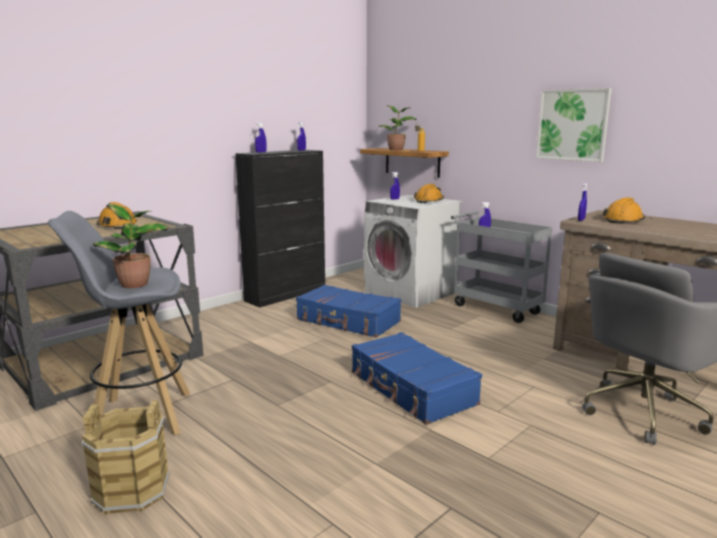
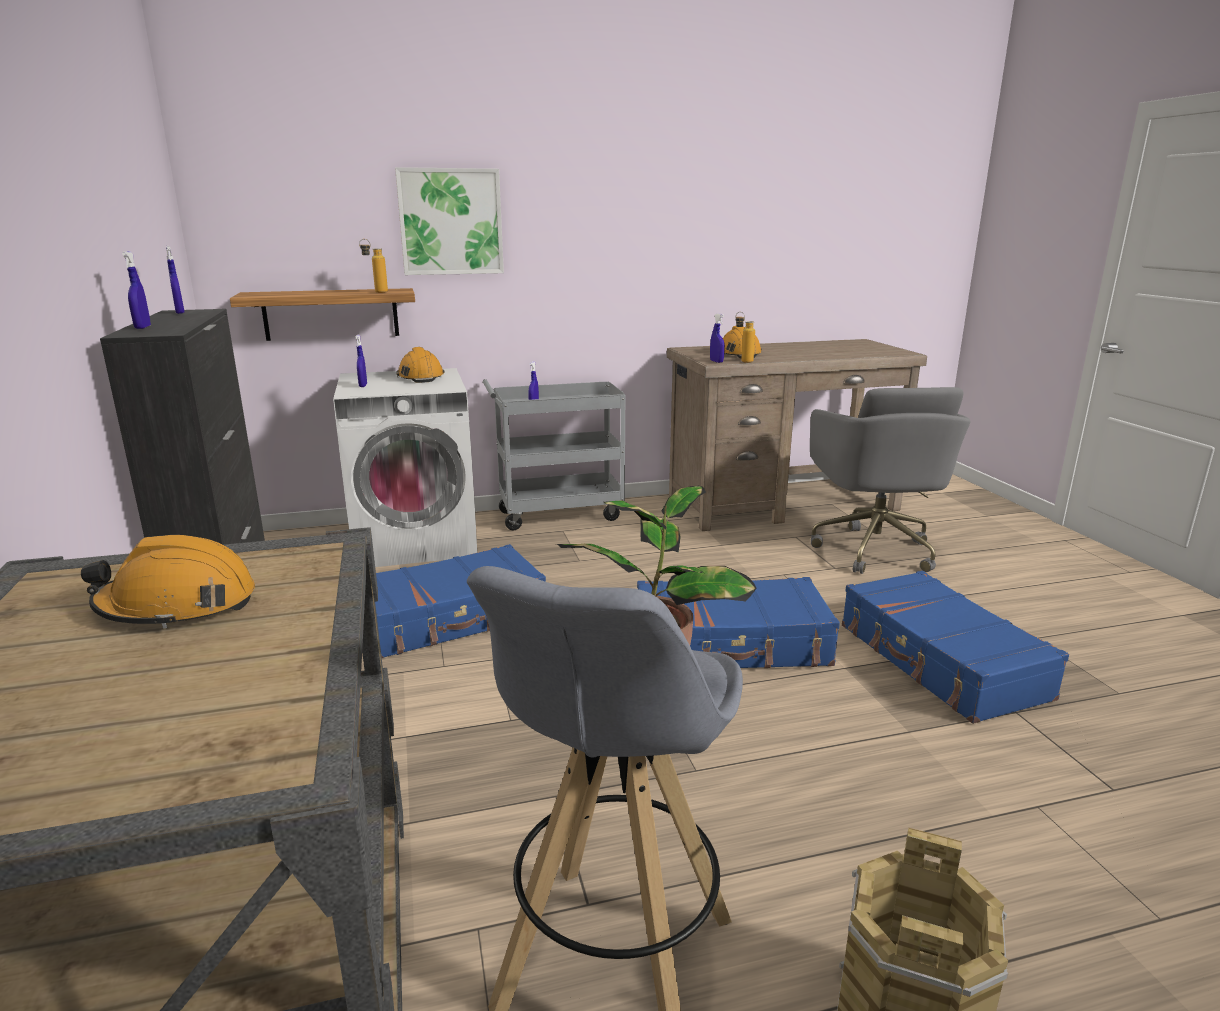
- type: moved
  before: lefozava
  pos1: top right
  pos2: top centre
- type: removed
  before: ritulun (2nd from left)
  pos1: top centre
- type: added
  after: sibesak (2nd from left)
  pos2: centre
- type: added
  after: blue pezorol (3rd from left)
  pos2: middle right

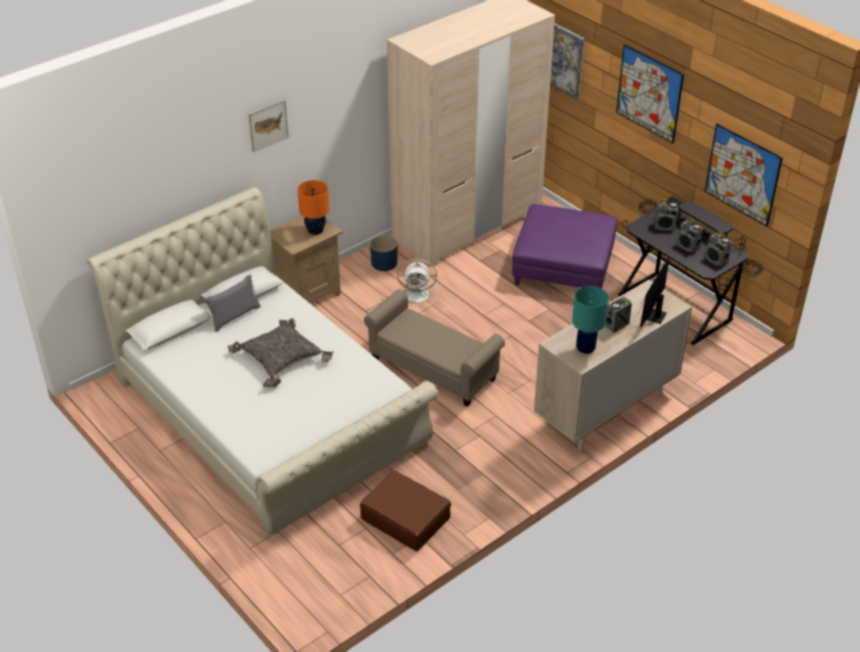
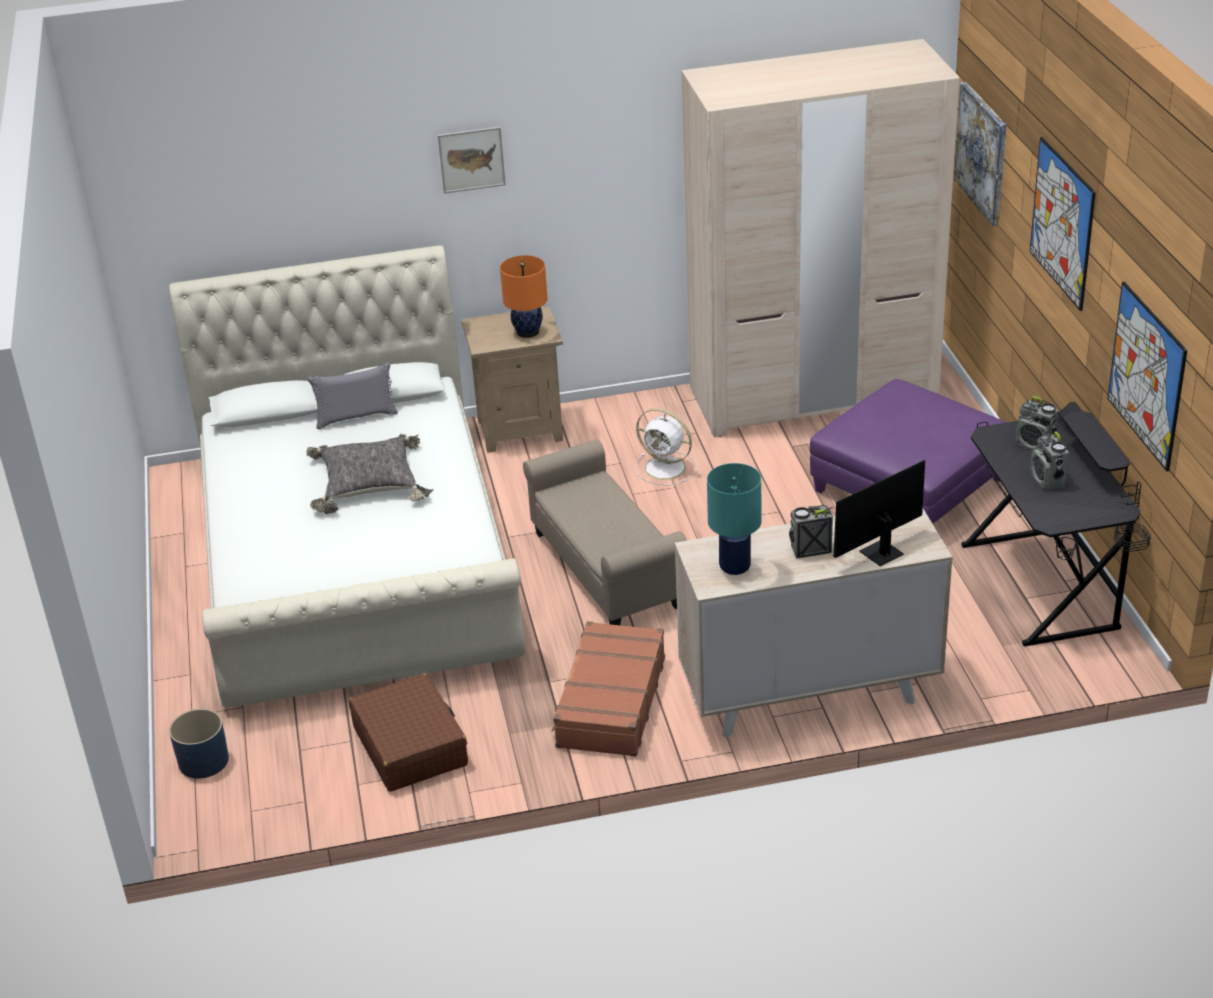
- type: removed
  before: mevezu (4th from left)
  pos1: middle right
- type: moved
  before: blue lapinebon
  pos1: centre
  pos2: bottom left
- type: added
  after: brown pezorol (2nd from left)
  pos2: bottom centre

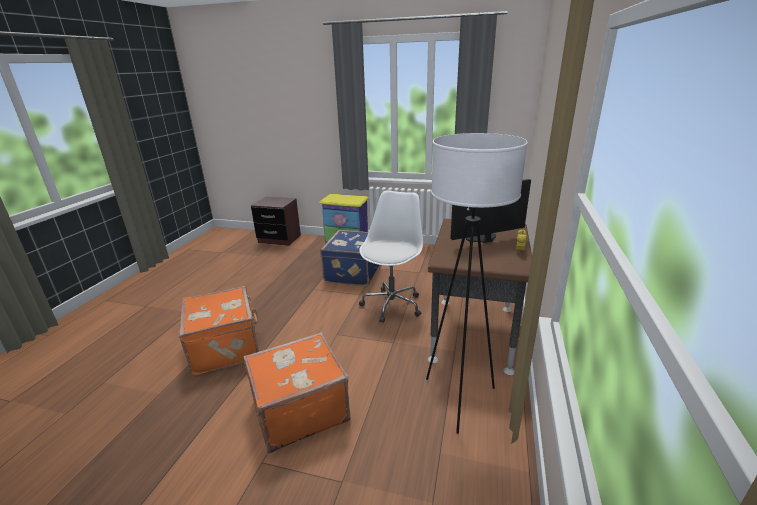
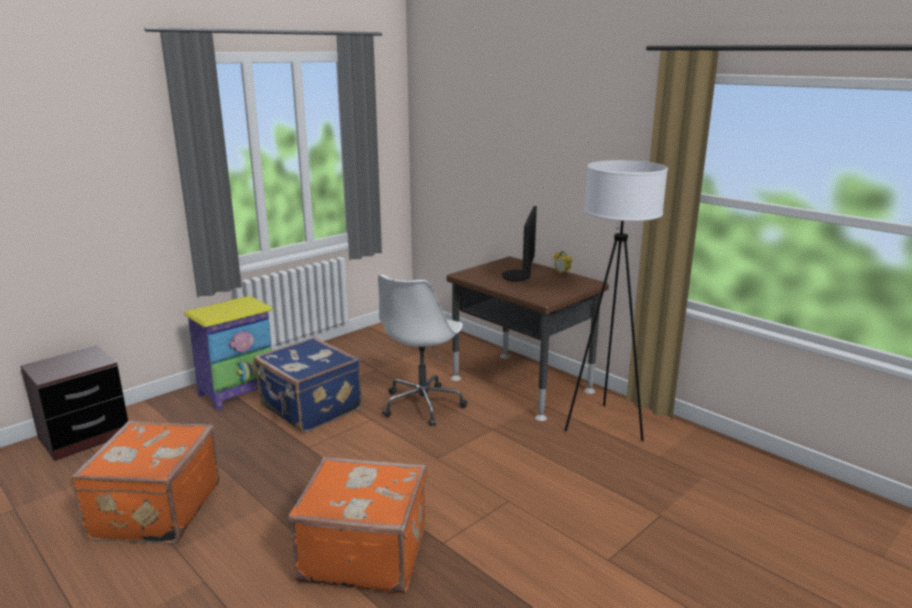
- type: turned
  before: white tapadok
  pos1: centre
  pos2: centre
  turn: -120
- type: moved
  before: orange pezorol (2nd from left in the first image)
  after: orange pezorol (1st from left)
  pos1: bottom centre
  pos2: bottom left

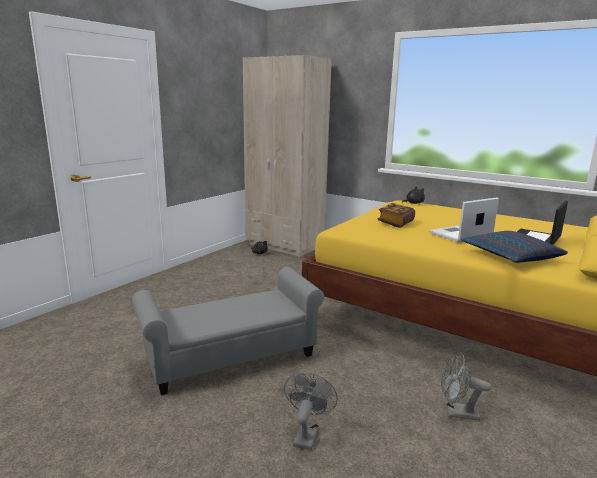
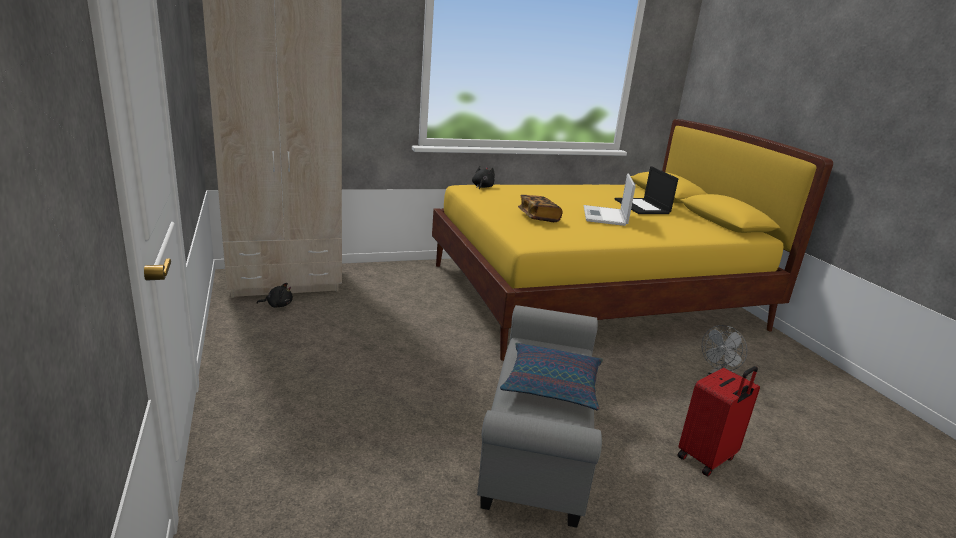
- type: moved
  before: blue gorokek
  pos1: middle right
  pos2: bottom centre
- type: replaced
  before: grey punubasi (1st from left)
  after: red pezorol
  pos1: bottom centre
  pos2: bottom right

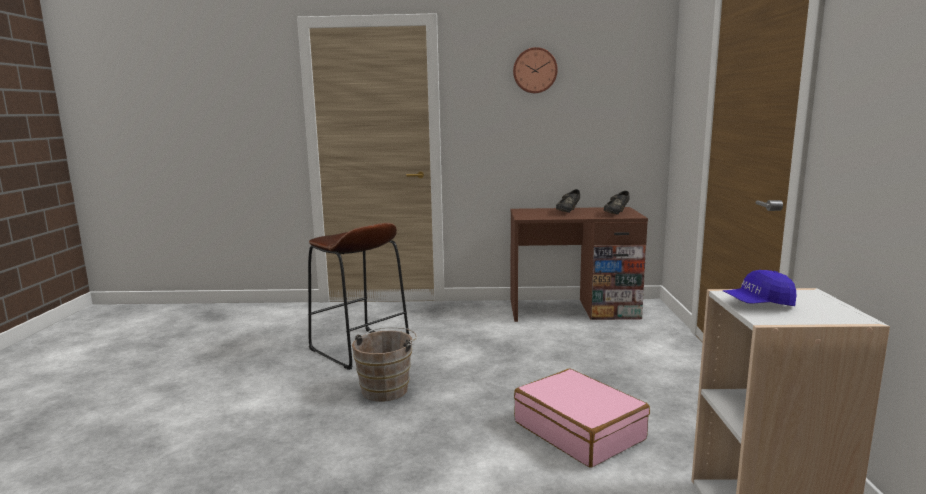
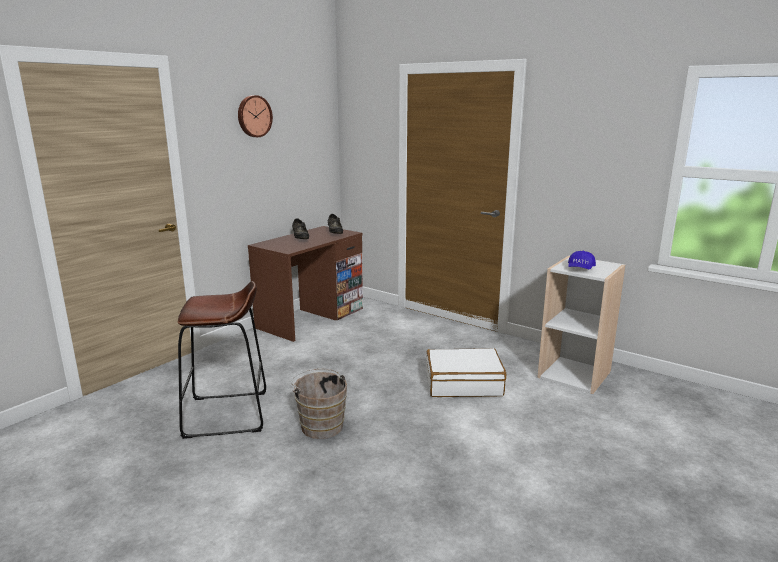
- type: recoloured
  before: pink pezorol
  after: white pezorol
  pos1: bottom centre
  pos2: centre

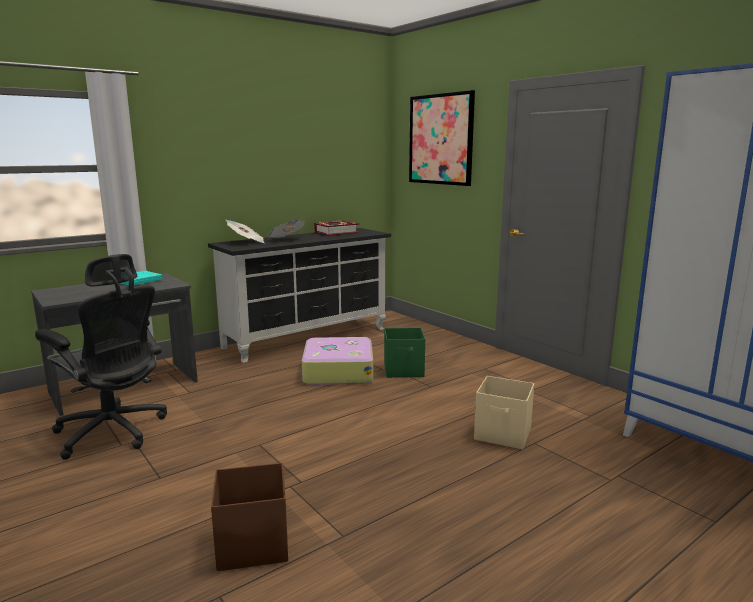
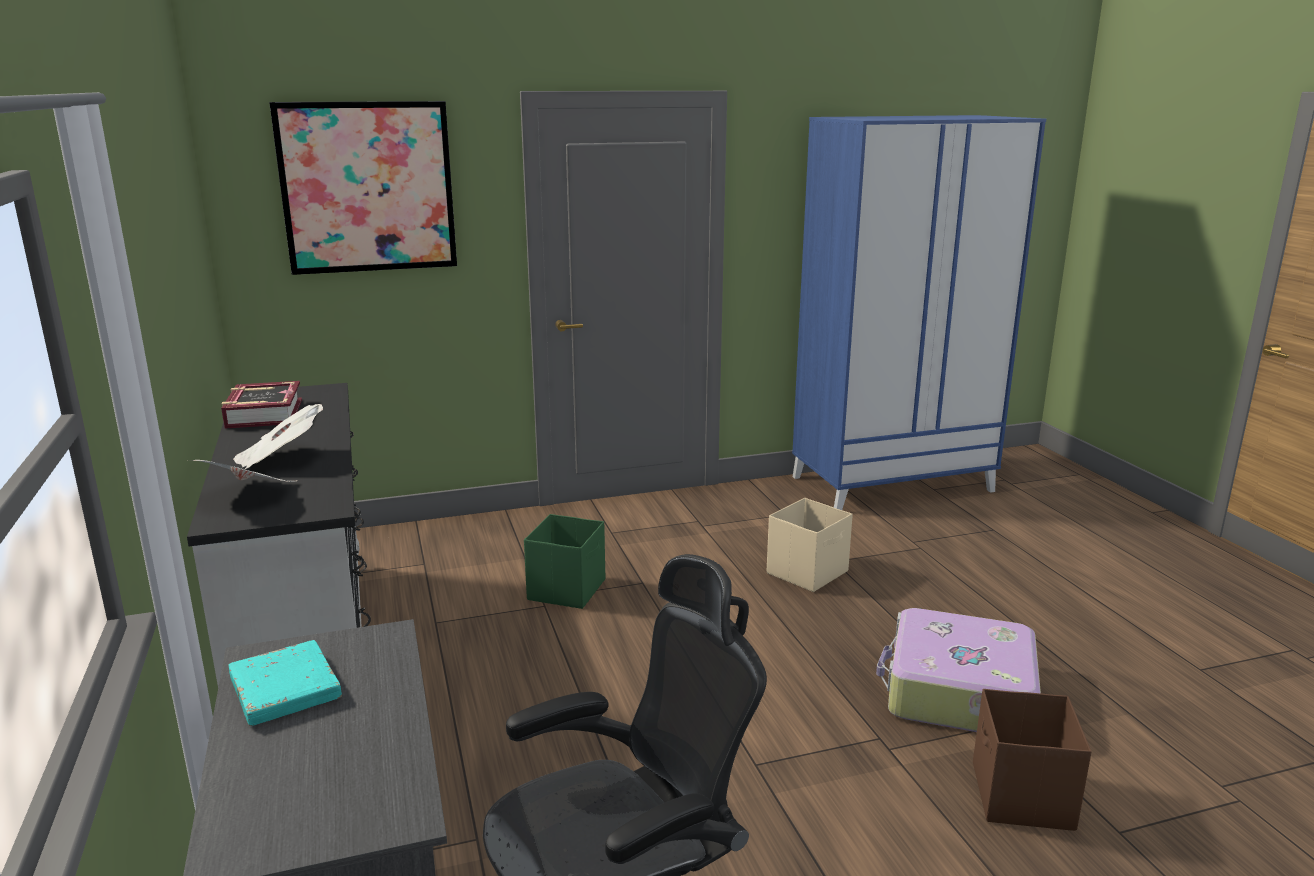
- type: moved
  before: pezorol
  pos1: centre
  pos2: bottom right

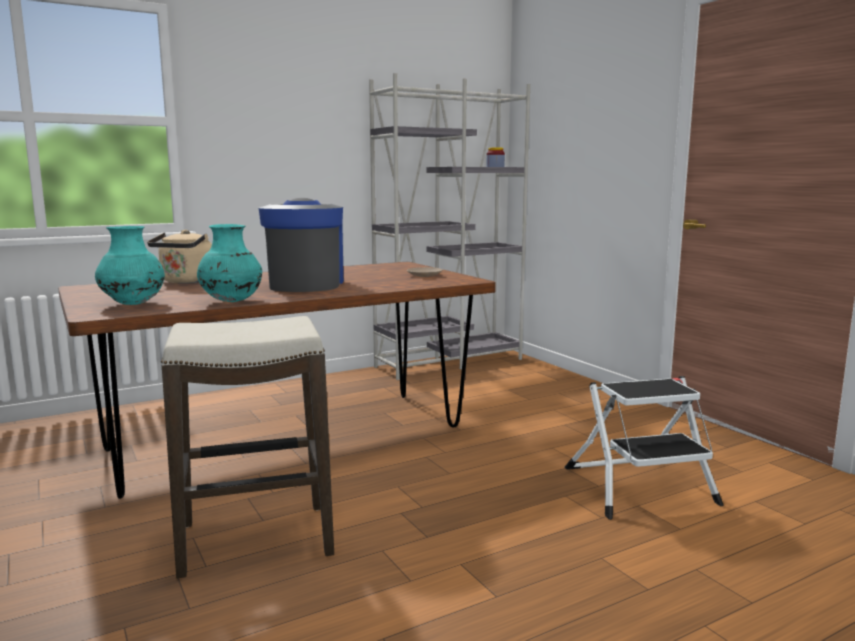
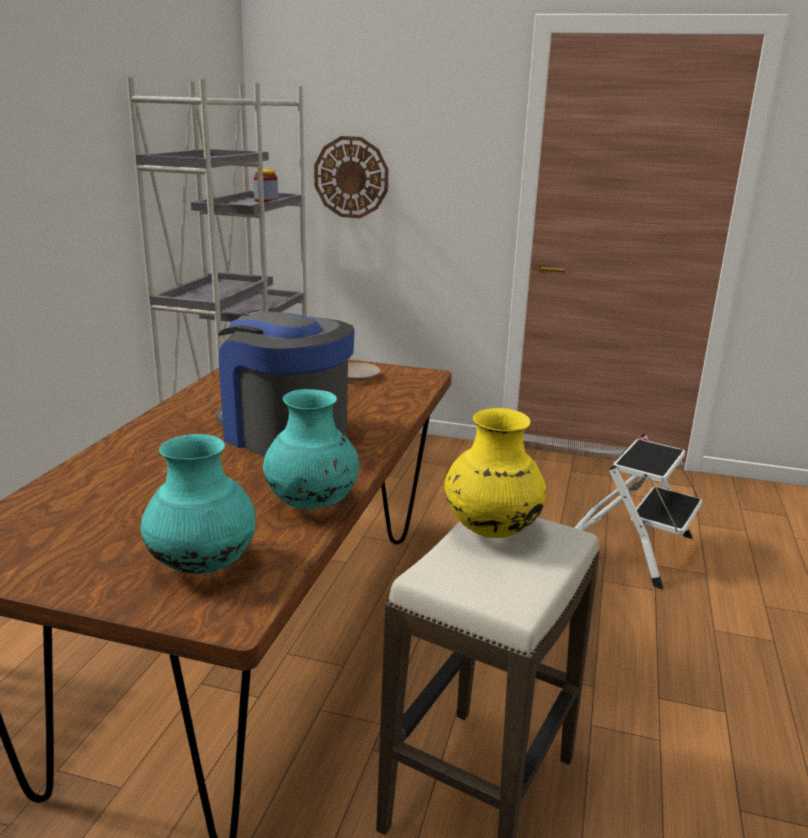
- type: removed
  before: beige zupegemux
  pos1: middle left
- type: added
  after: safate
  pos2: top centre
- type: added
  after: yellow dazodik
  pos2: centre

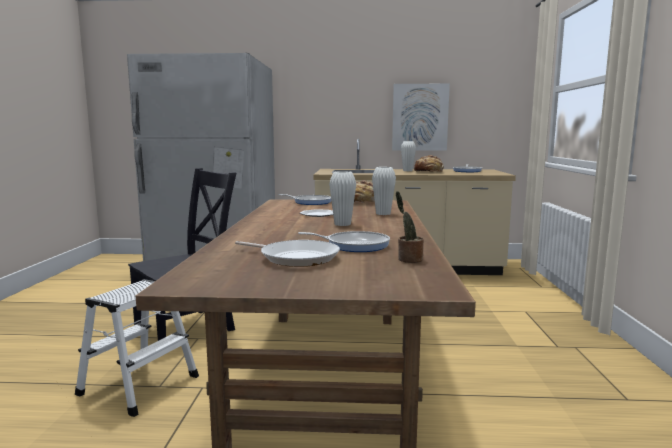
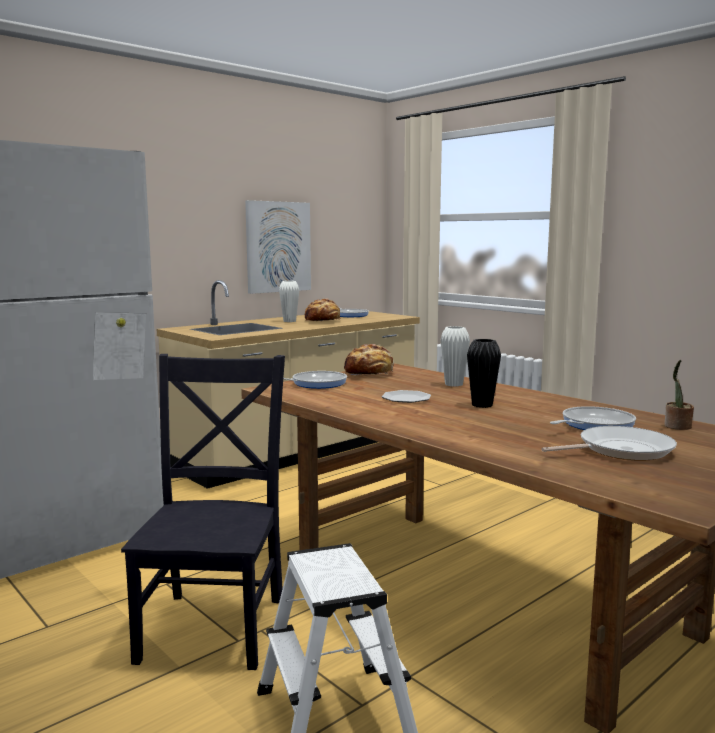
- type: recoloured
  before: white dazodik (1st from left)
  after: black dazodik
  pos1: centre
  pos2: middle right

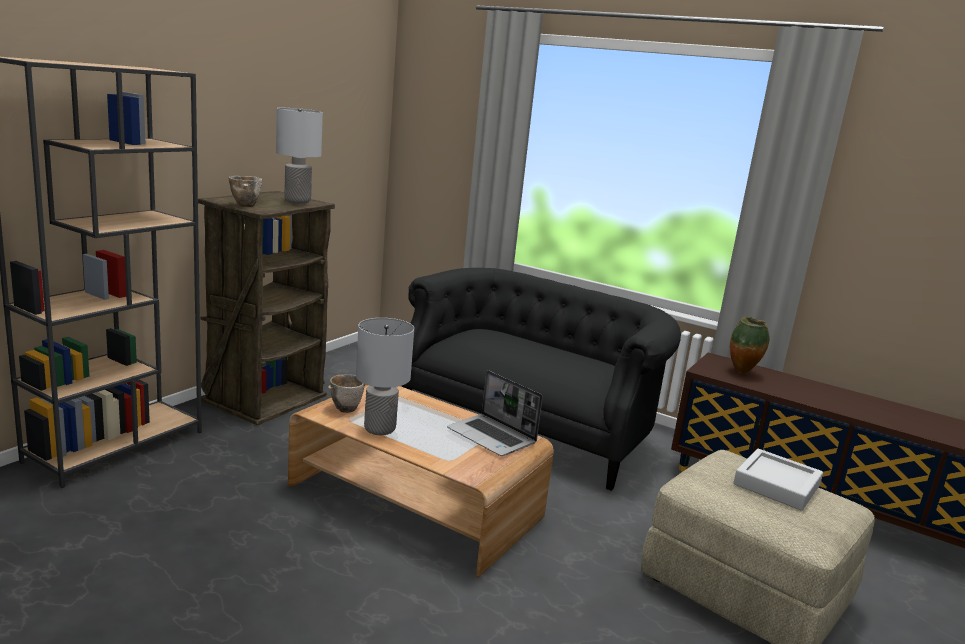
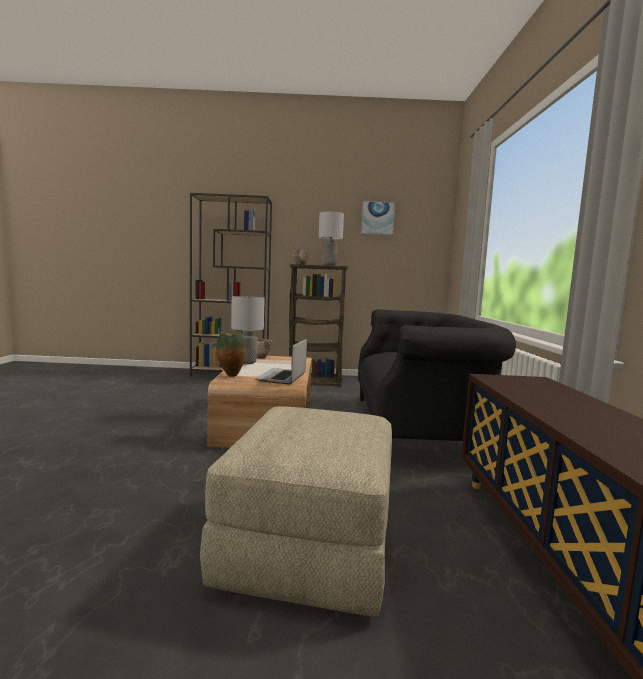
- type: moved
  before: dazodik
  pos1: middle right
  pos2: centre
- type: removed
  before: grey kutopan
  pos1: bottom right
- type: added
  after: lefozava
  pos2: top centre

